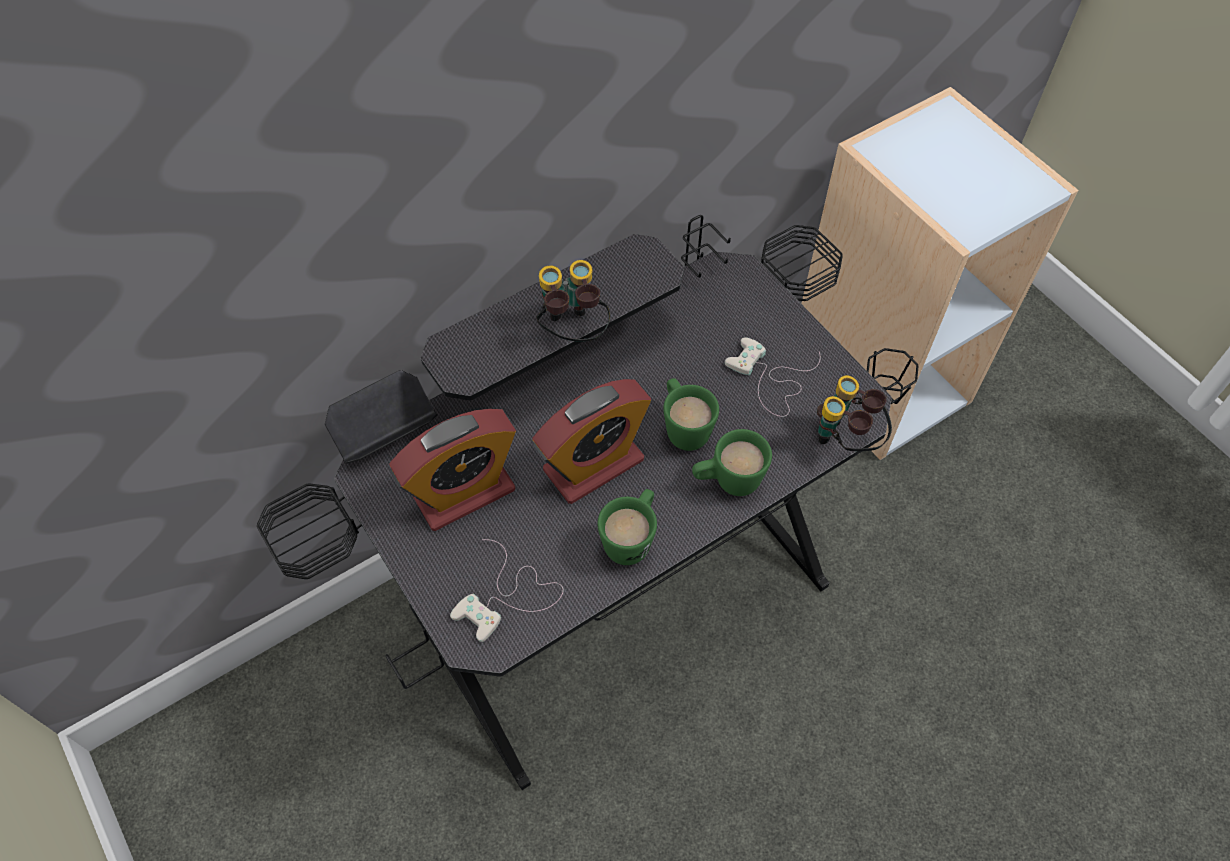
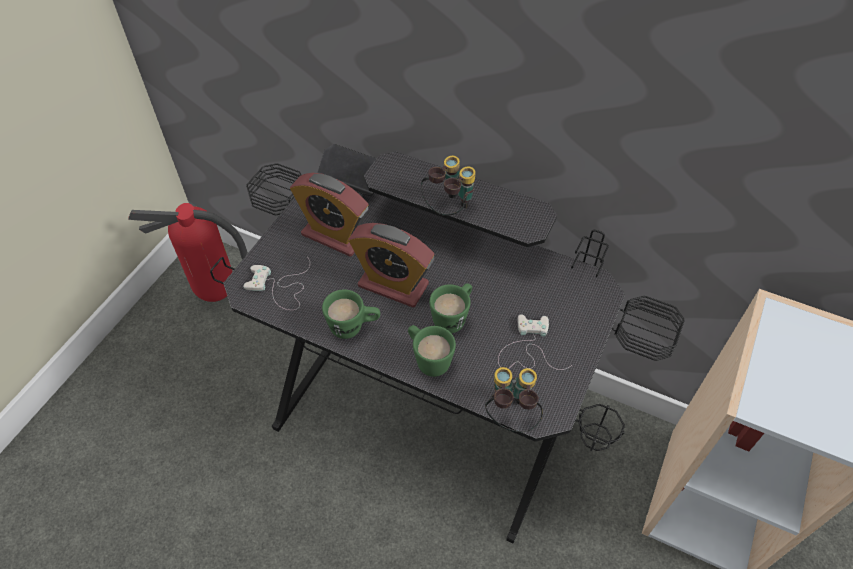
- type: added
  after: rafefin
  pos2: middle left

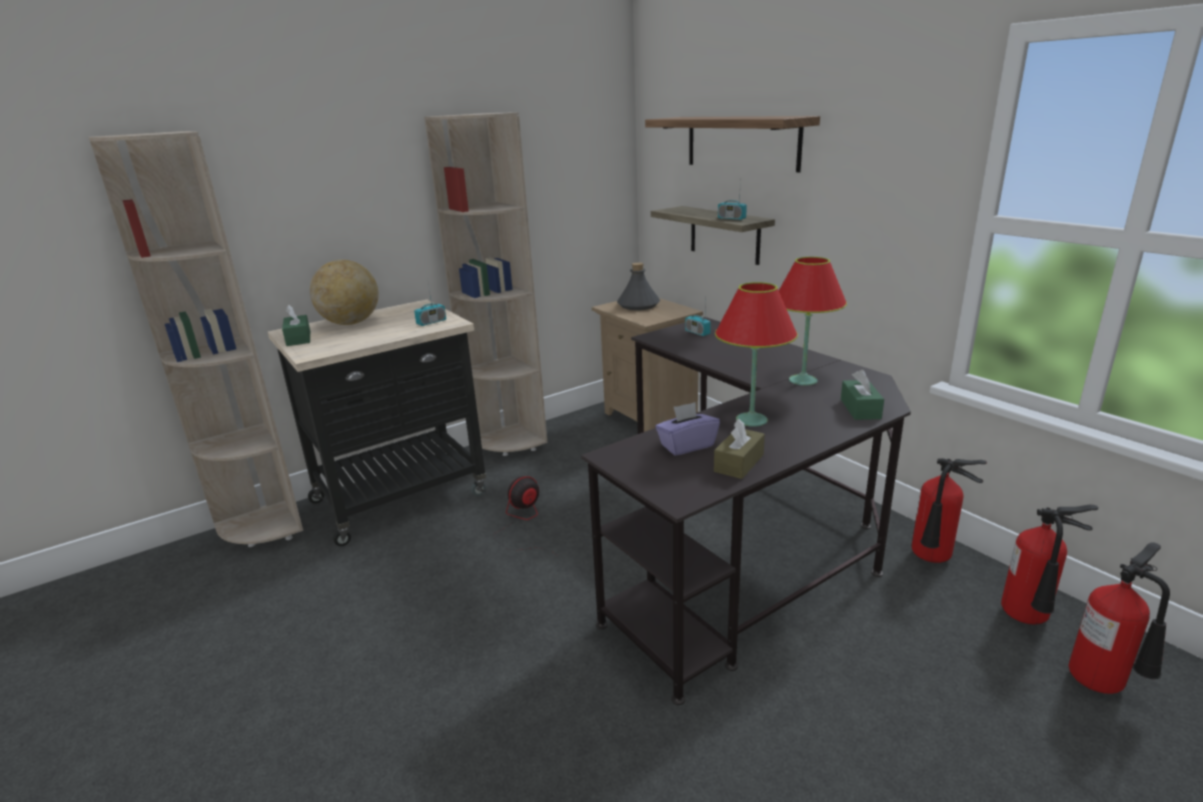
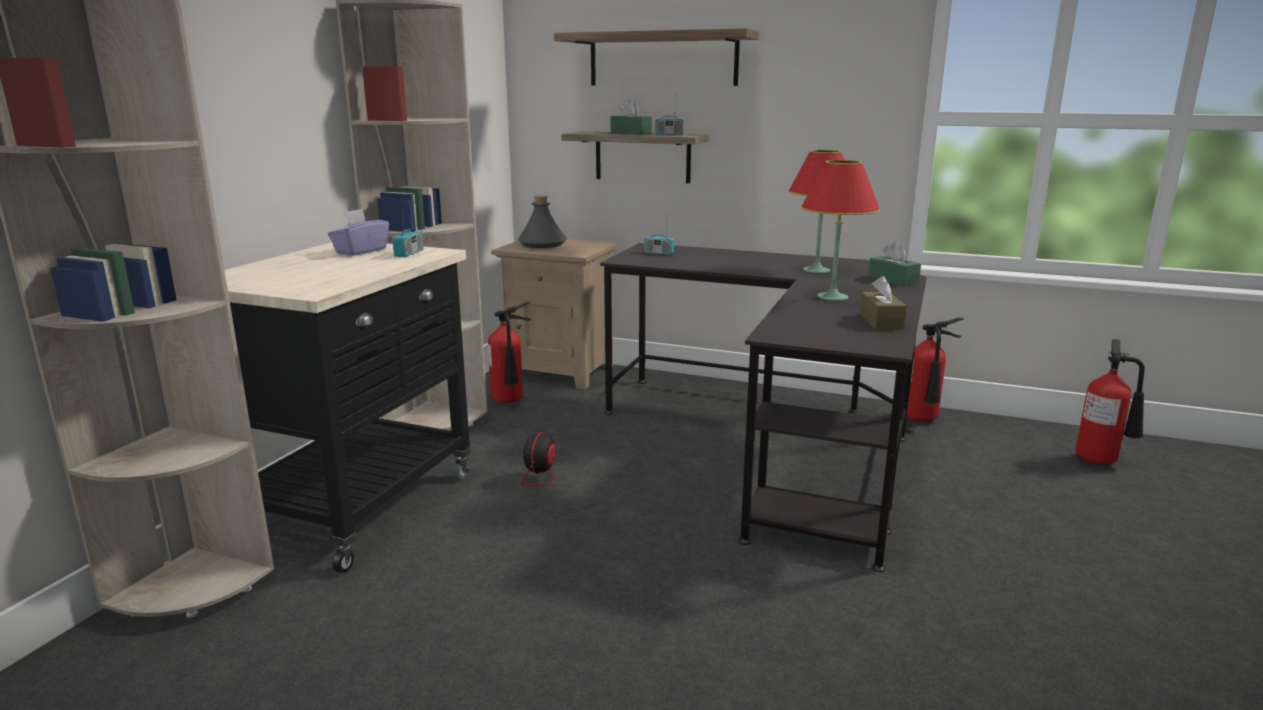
- type: removed
  before: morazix
  pos1: middle left
- type: moved
  before: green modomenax (1st from left)
  pos1: middle left
  pos2: top centre
- type: moved
  before: purple modomenax
  pos1: centre
  pos2: top left
- type: moved
  before: rafefin (2nd from left in the first image)
  after: rafefin (1st from left)
  pos1: bottom right
  pos2: centre

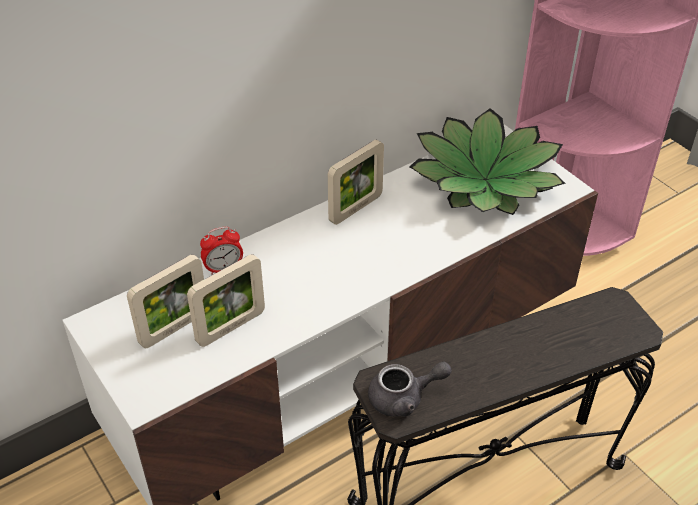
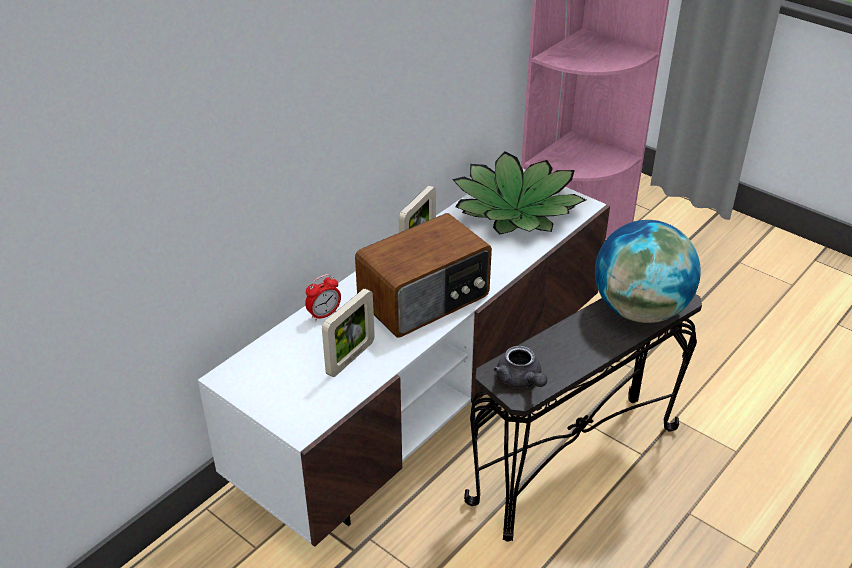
- type: removed
  before: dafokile (1st from left)
  pos1: middle left
- type: turned
  before: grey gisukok
  pos1: bottom centre
  pos2: centre
  turn: 90
- type: added
  after: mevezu
  pos2: centre
- type: added
  after: morazix
  pos2: middle right

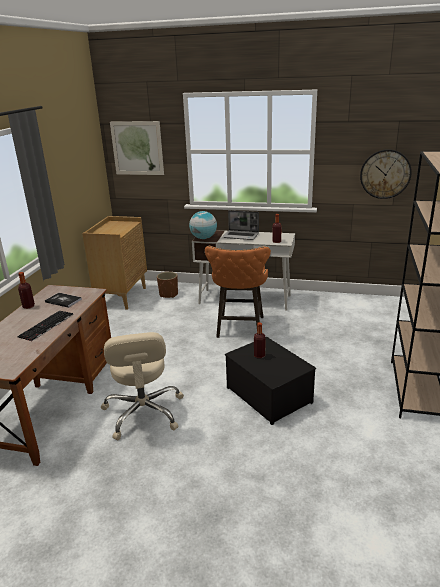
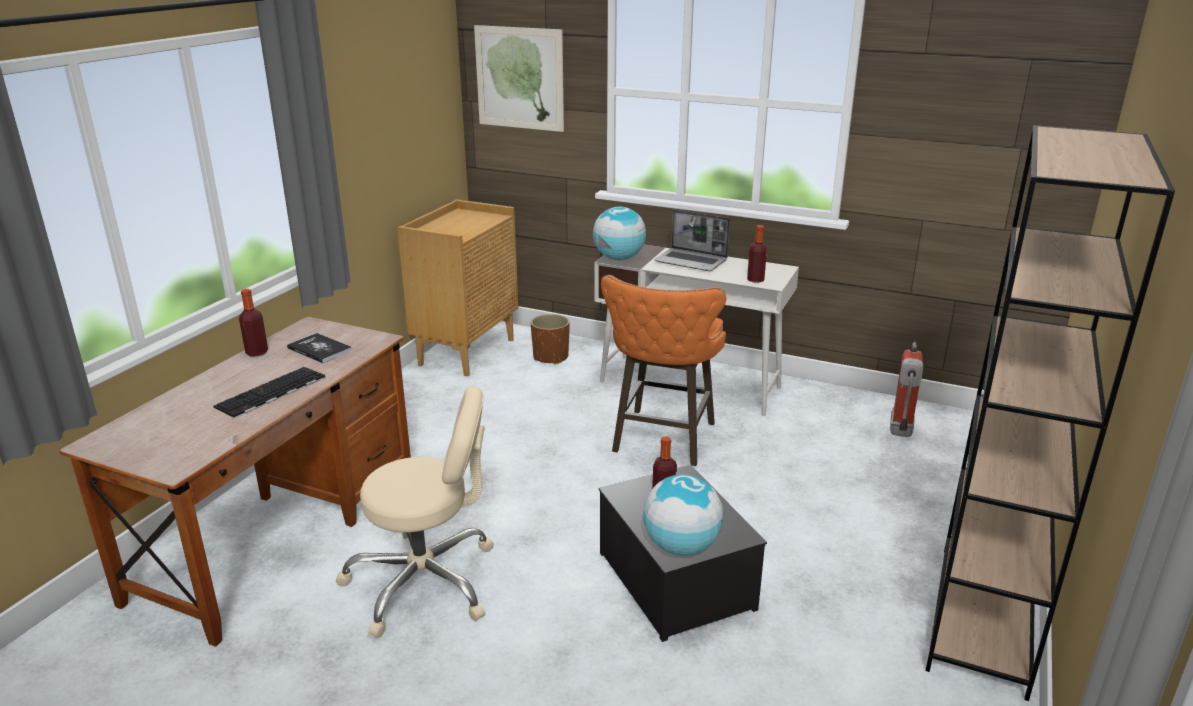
- type: removed
  before: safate
  pos1: top right
- type: turned
  before: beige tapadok
  pos1: middle left
  pos2: bottom centre
  turn: -90
- type: added
  after: rafefin
  pos2: middle right
- type: added
  after: morazix (2nd from left)
  pos2: bottom centre

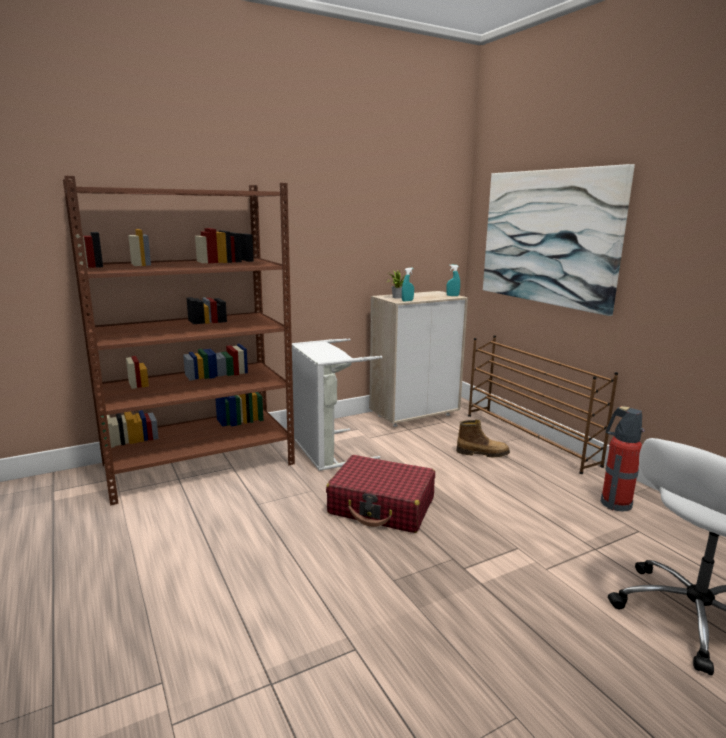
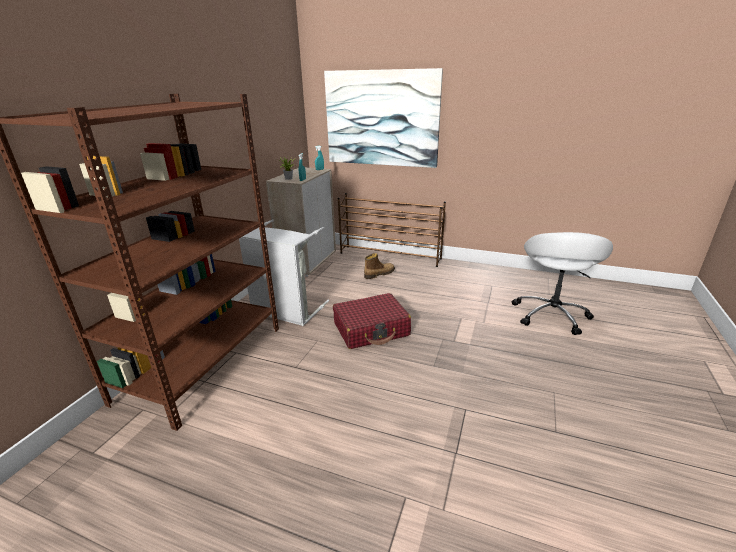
- type: removed
  before: rafefin
  pos1: middle right

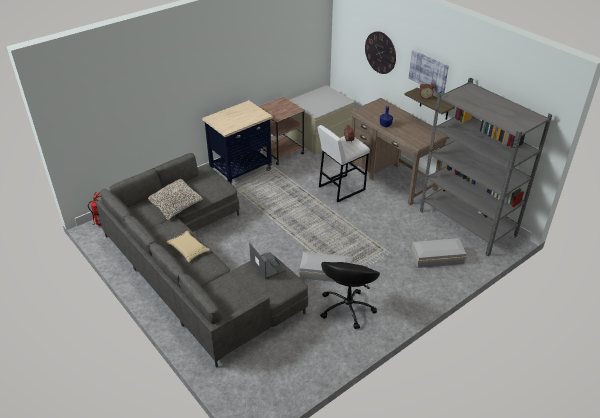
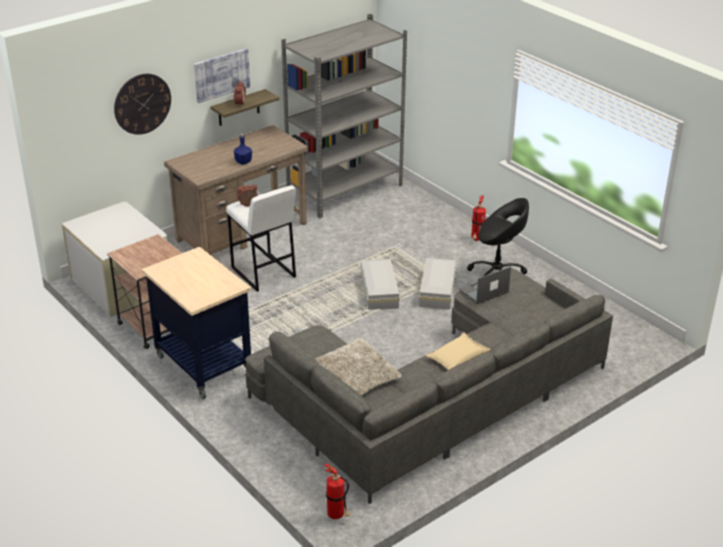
- type: moved
  before: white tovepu (2nd from left in the first image)
  after: white tovepu (1st from left)
  pos1: middle right
  pos2: centre
- type: added
  after: rafefin (2nd from left)
  pos2: centre

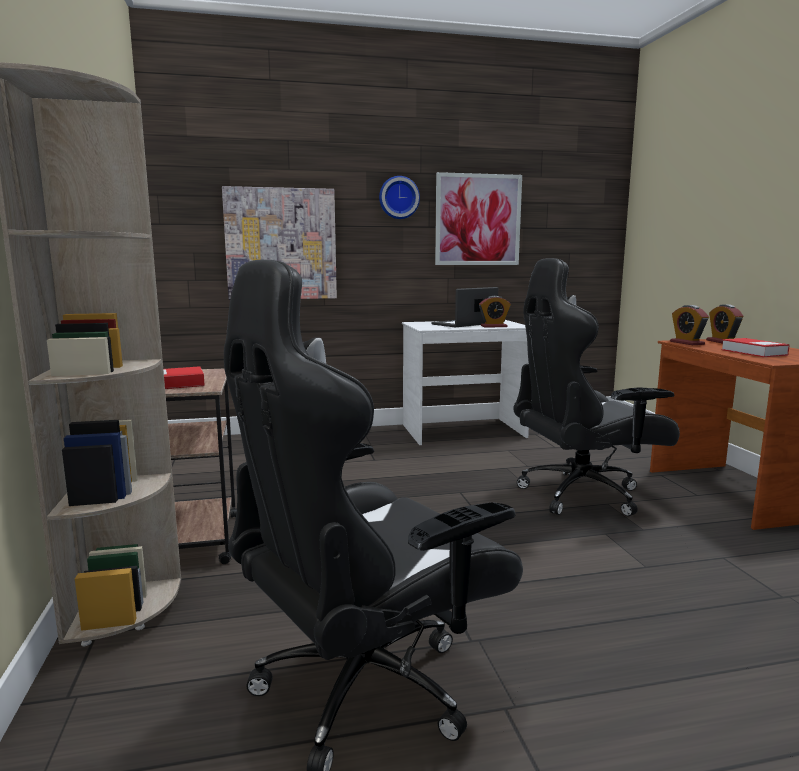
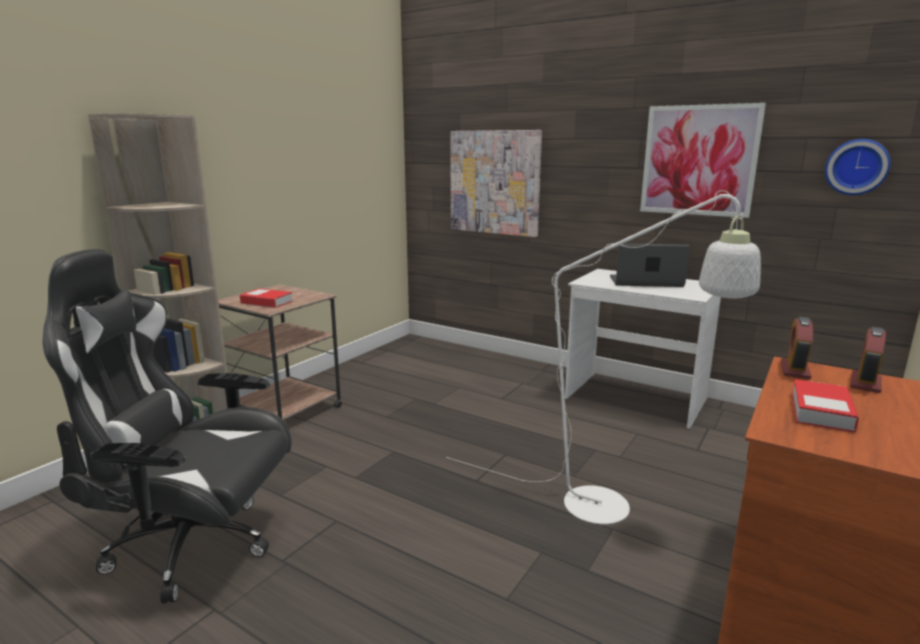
- type: moved
  before: safate
  pos1: top centre
  pos2: top right
- type: replaced
  before: black tapadok (2nd from left)
  after: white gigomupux
  pos1: middle right
  pos2: centre
- type: removed
  before: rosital (1st from left)
  pos1: centre

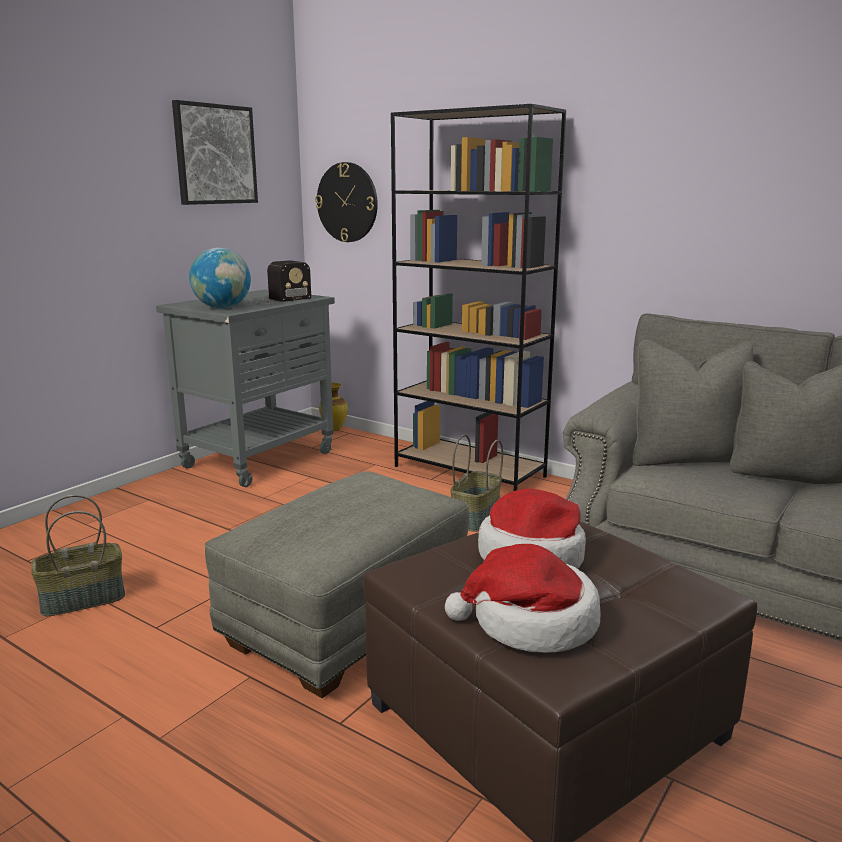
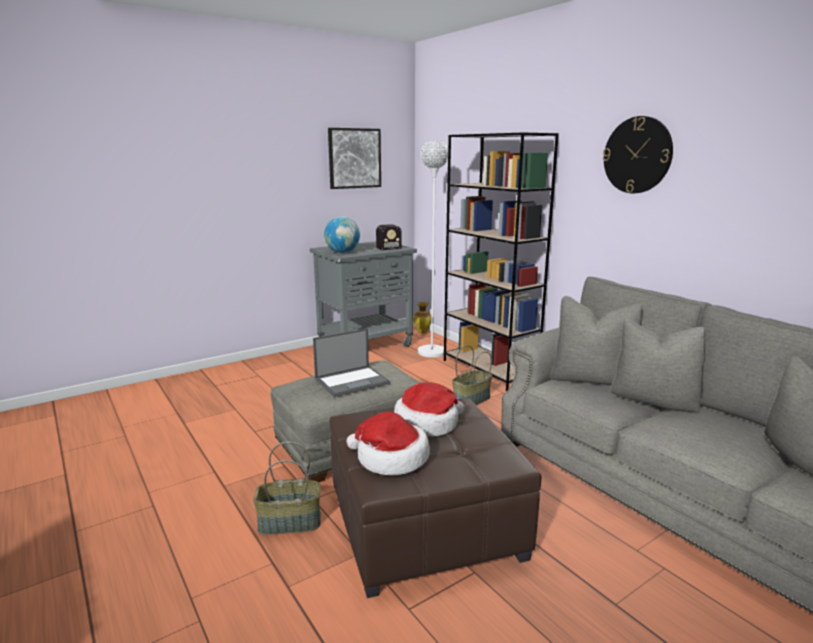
- type: moved
  before: safate
  pos1: top centre
  pos2: top right
- type: moved
  before: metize (1st from left)
  pos1: middle left
  pos2: bottom centre
- type: added
  after: white gigomupux
  pos2: centre
- type: added
  after: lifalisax
  pos2: centre

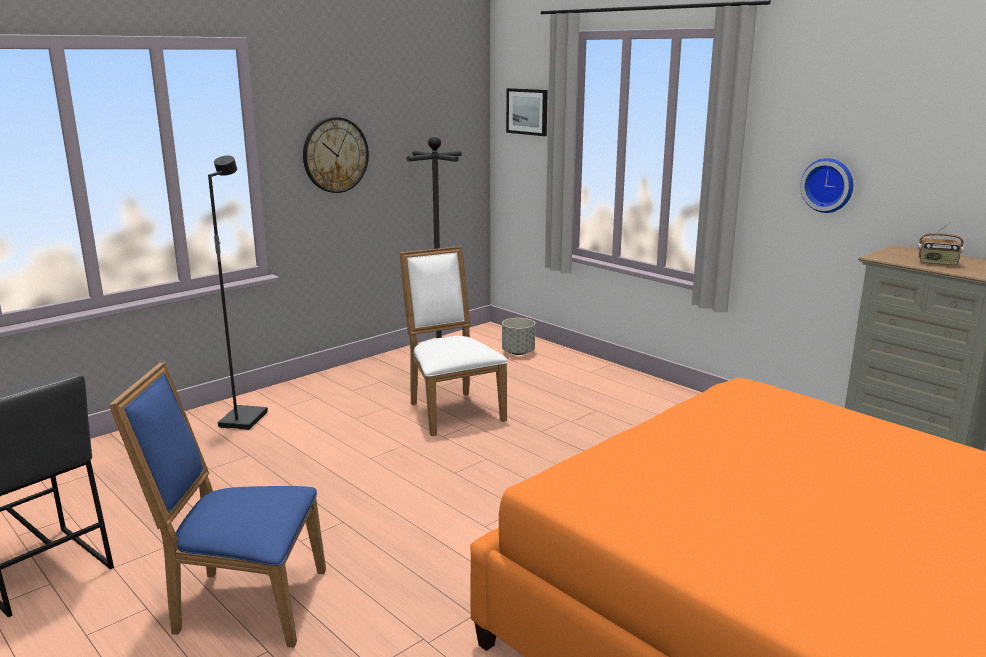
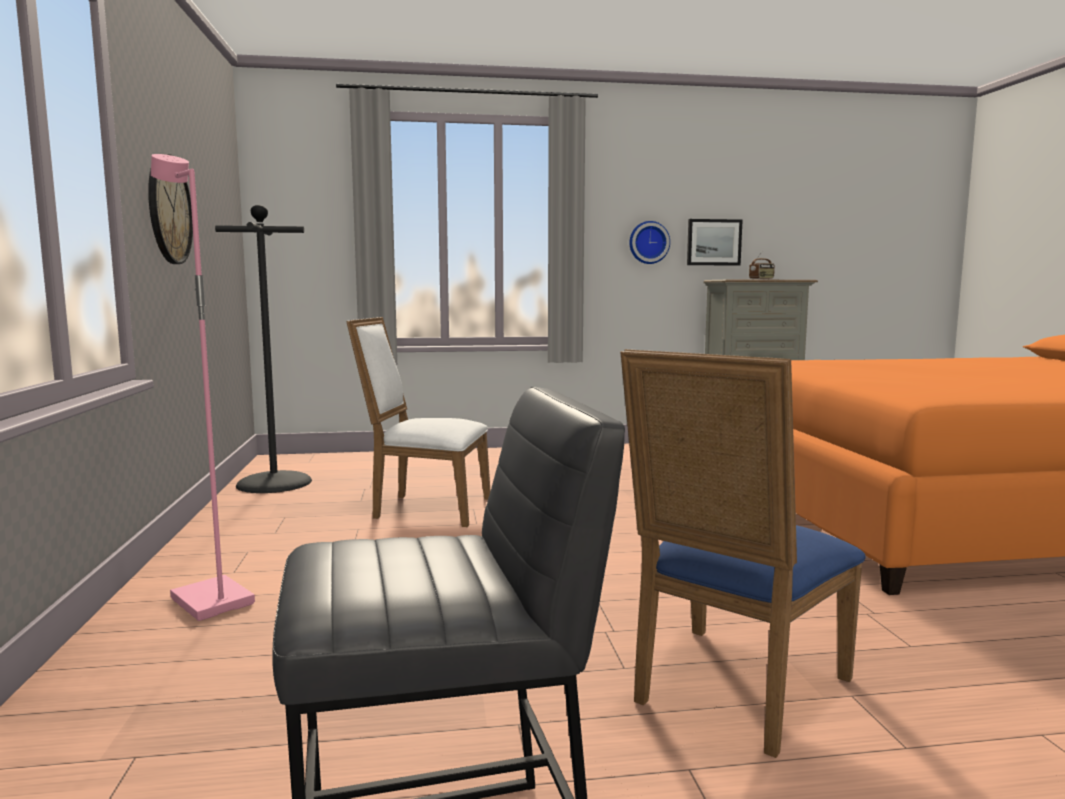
- type: moved
  before: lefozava
  pos1: top centre
  pos2: top right
- type: recoloured
  before: black gigomupux
  after: pink gigomupux
  pos1: middle left
  pos2: middle left
- type: removed
  before: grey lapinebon
  pos1: centre

